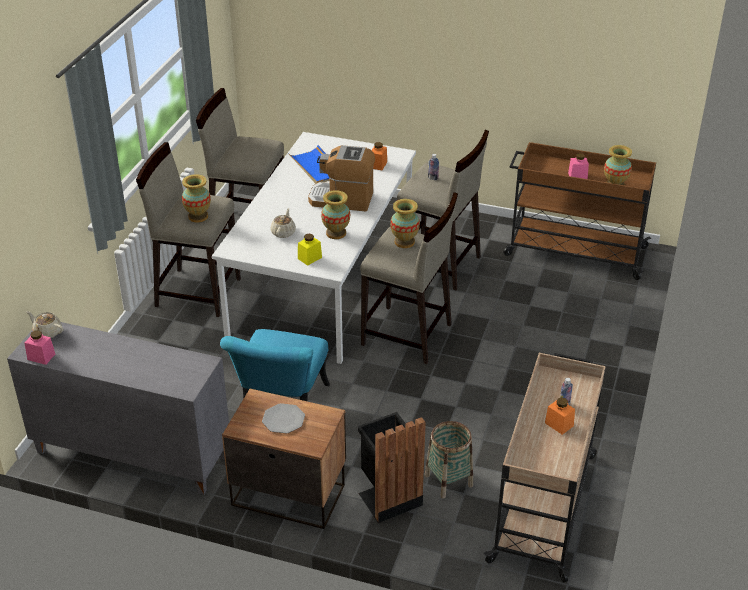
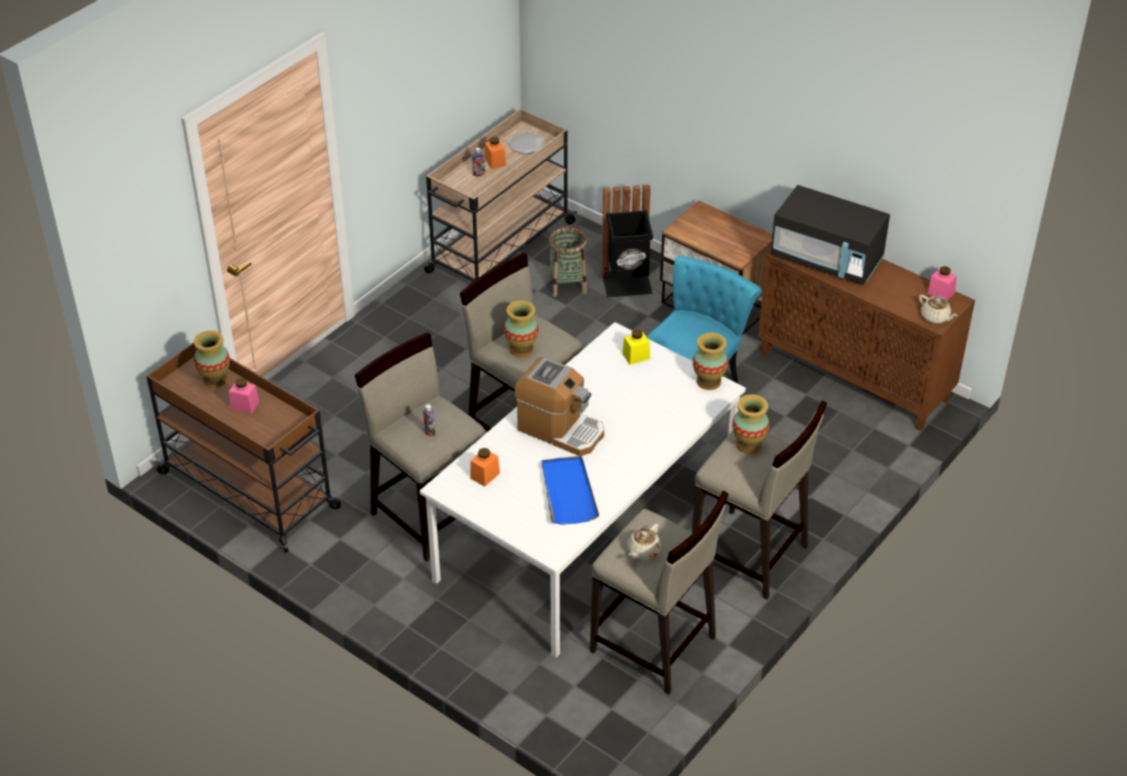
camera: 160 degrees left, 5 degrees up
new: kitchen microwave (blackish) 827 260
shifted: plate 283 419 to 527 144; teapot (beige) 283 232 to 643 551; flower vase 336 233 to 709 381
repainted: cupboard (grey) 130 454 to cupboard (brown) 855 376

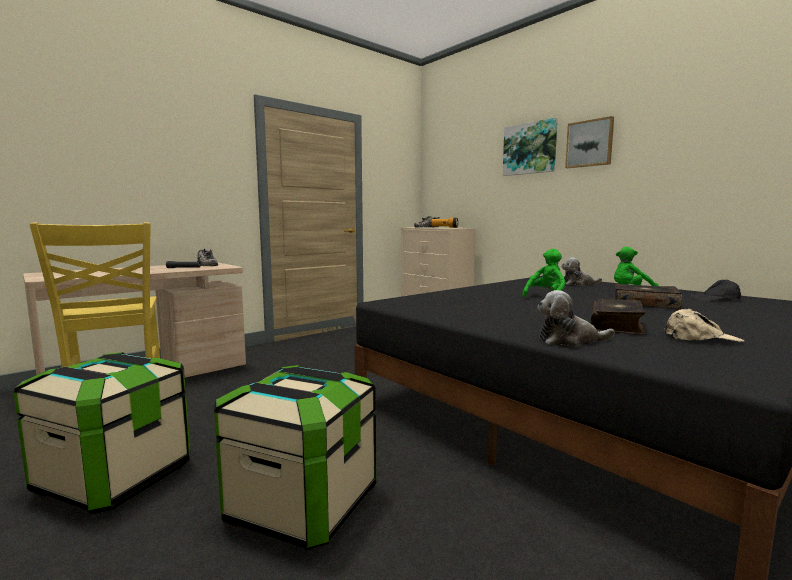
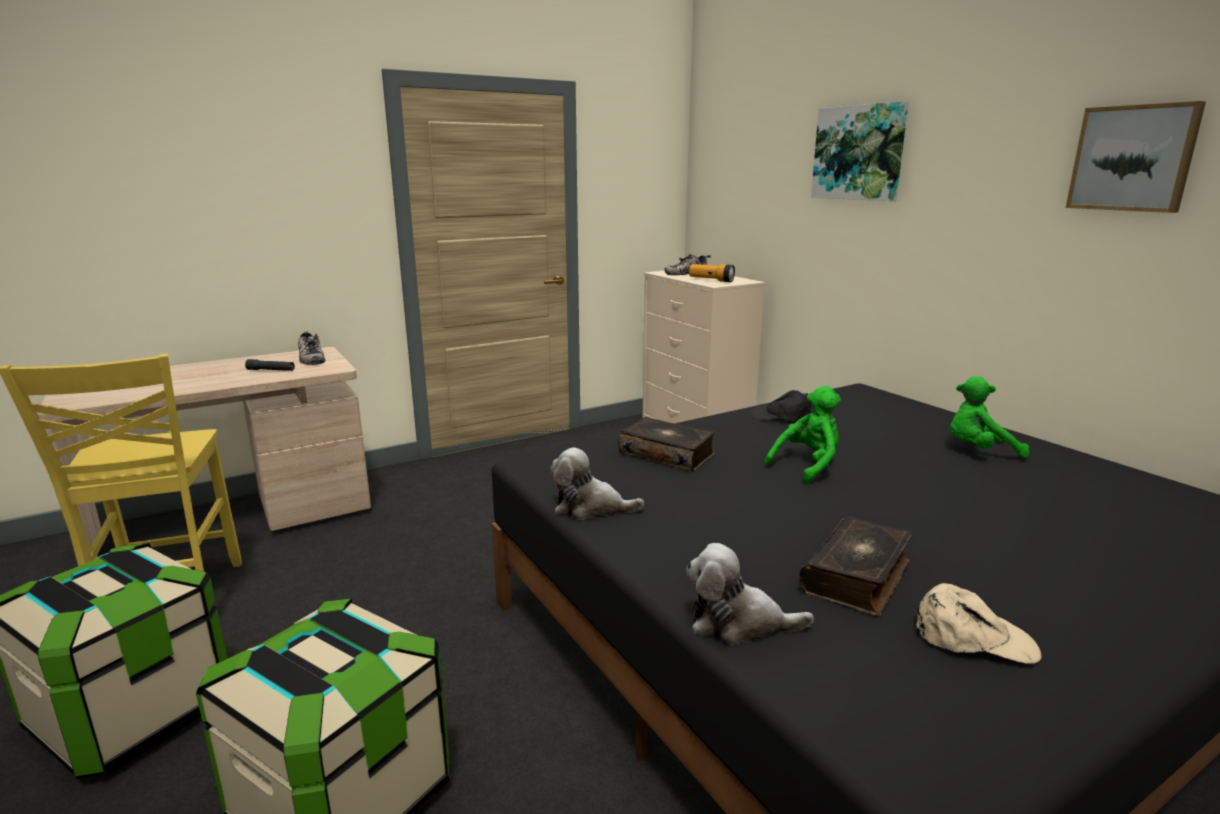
camera: 10 degrees right, 10 degrees up
shifted: cuddly toy 578 284 to 590 508; wall picture 590 143 to 1133 158; volume 644 304 to 667 454; cap (blackish) 715 299 to 781 416

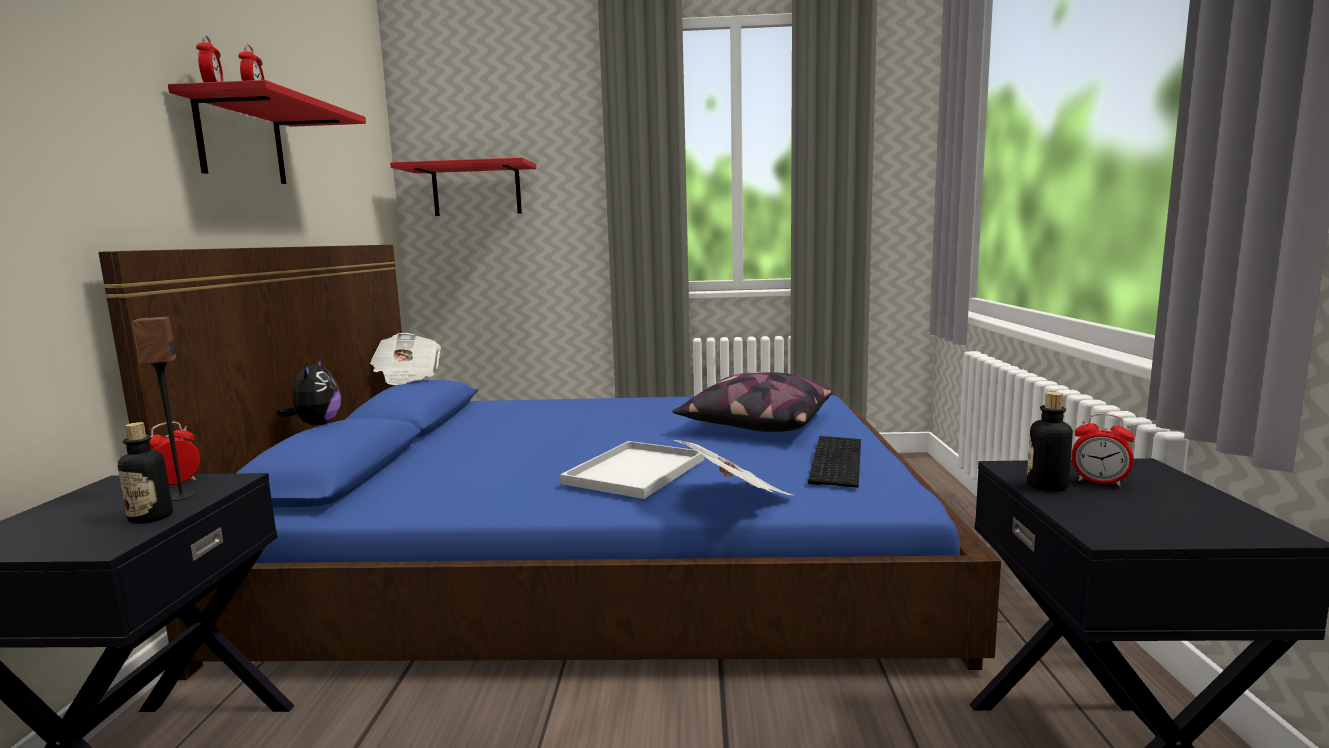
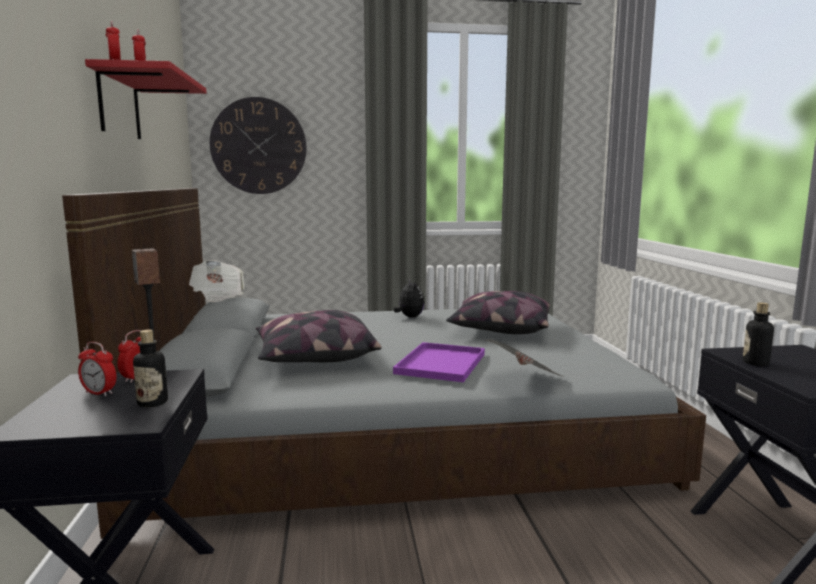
camera: 10 degrees left, 0 degrees up
gone: computer keyboard 833 460
new: throw pillow 314 358
shifted: cuddly toy 316 424 to 409 317; bedside clock 1099 482 to 99 393
swapped: shelf (reddish) 476 190 to clock on the wall 258 146
repainted: bed (blue) 606 548 to bed (grey) 393 424; serving tray (whitish) 635 470 to serving tray (purplish) 440 363

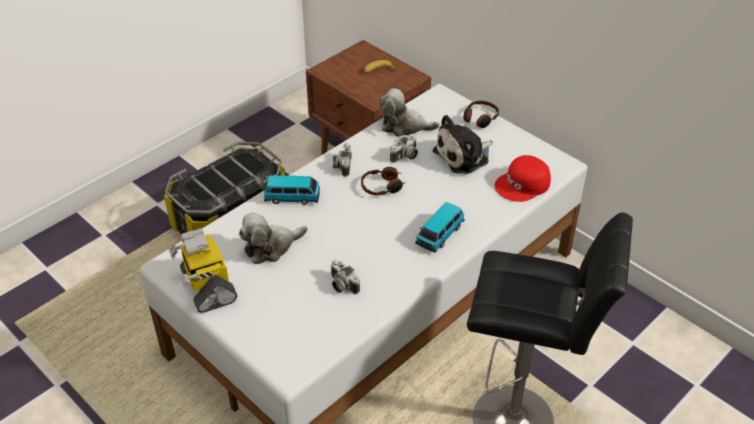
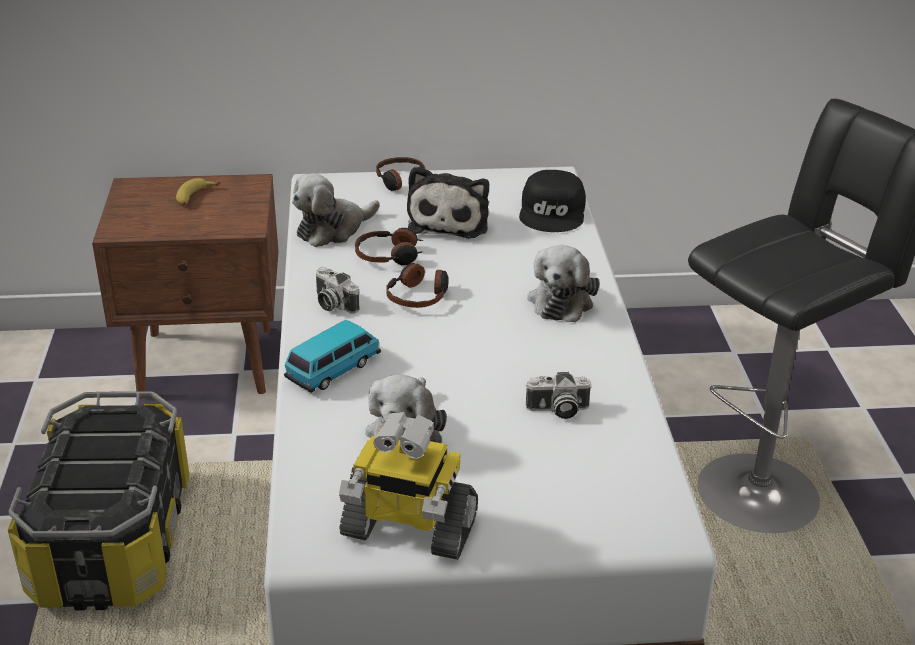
camera: 50 degrees left, 10 degrees down
swapped: still camera 405 157 to headset 389 256; model car 439 235 to cuddly toy 562 300
repainted: cap (reddish) 523 185 to cap (blackish) 553 212

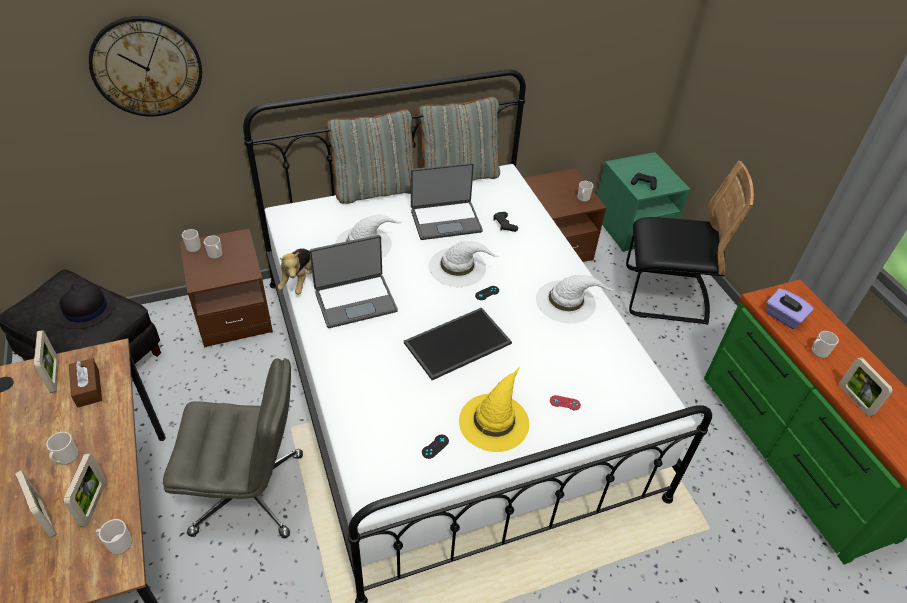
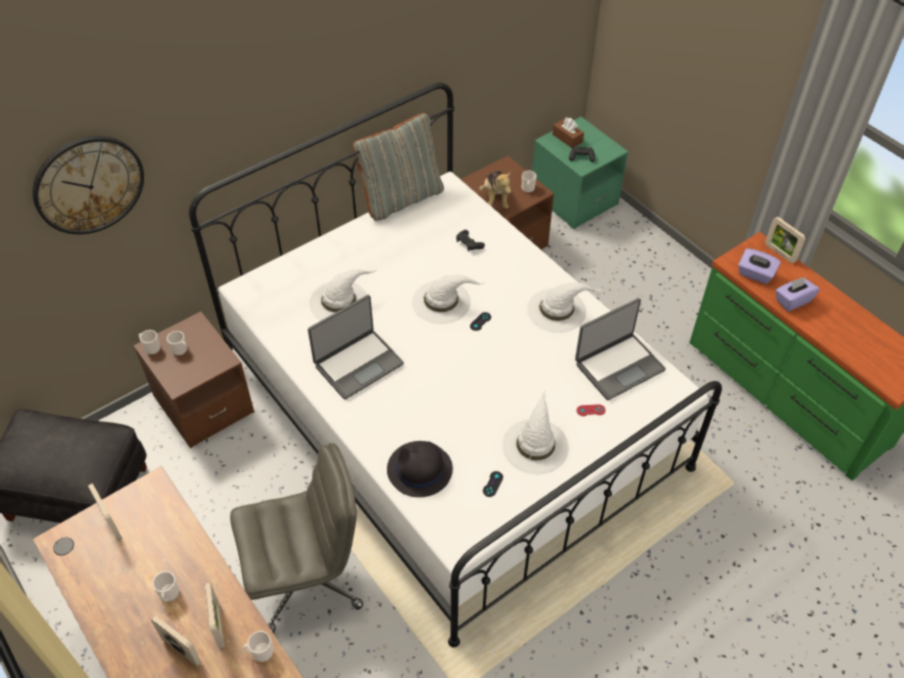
camera: 15 degrees left, 5 degrees up
gone: throw pillow (grey) 375 189; serving tray 457 344; upright chair (blackish) 664 296
shifted: hat (blackish) 85 309 to 419 470; box of tissues (brown) 88 388 to 567 138; cuddly toy 299 280 to 495 198; laptop 445 220 to 618 366; standing frame 855 400 to 780 253
swapped: tea mug 818 352 to box of tissues (purplish) 792 301
repainted: hat (yellowish) 494 421 to hat (whitish) 535 445

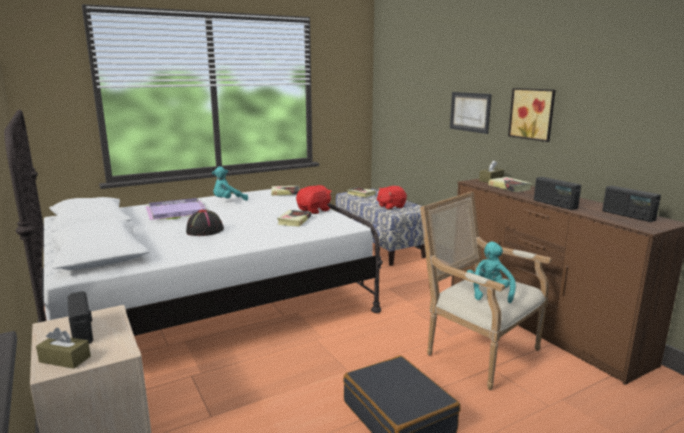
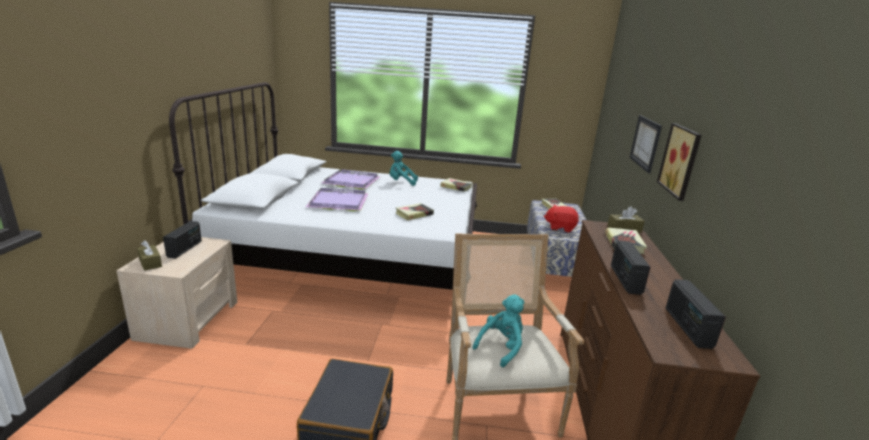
camera: 35 degrees right, 5 degrees up
gone: cuddly toy (reddish) 314 210
swapped: hat (blackish) 205 230 to serving tray (purplish) 339 202

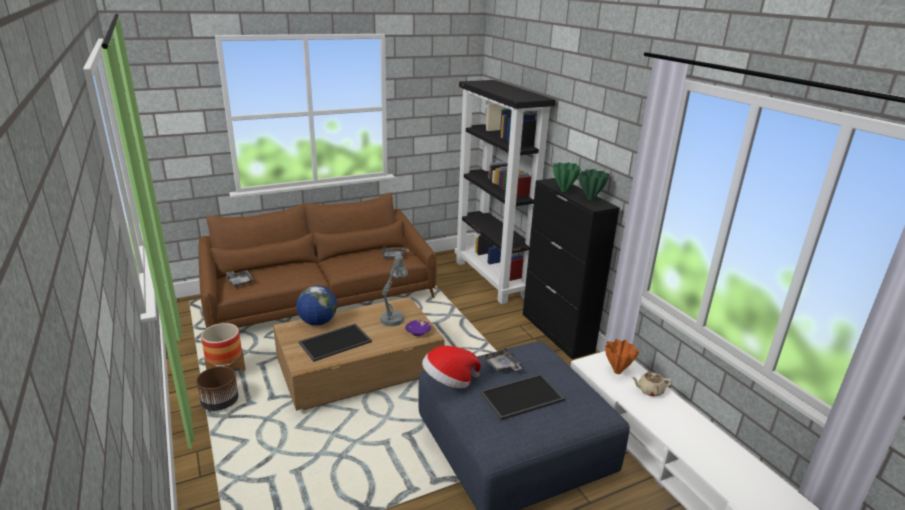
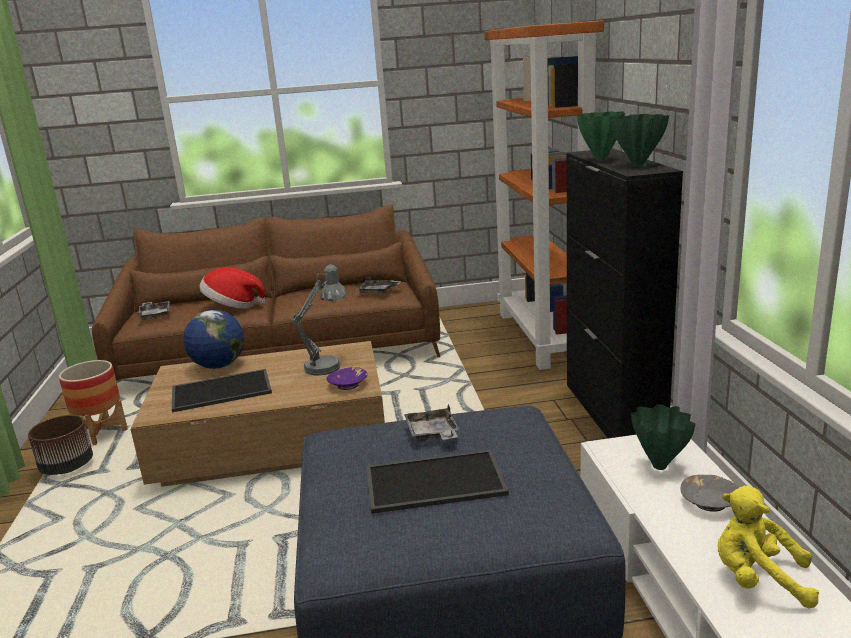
camera: 20 degrees right, 5 degrees down
new: cuddly toy (yellowish) 758 579
shifted: hat 449 381 to 232 307
swapped: teapot (beige) 649 390 to deep dish (grey) 710 502
repainted: bookcase (blackish) 492 279 to bookcase (orange-coloured) 543 337; flower vase (orange-coloured) 617 371 to flower vase (green-coloured) 660 465

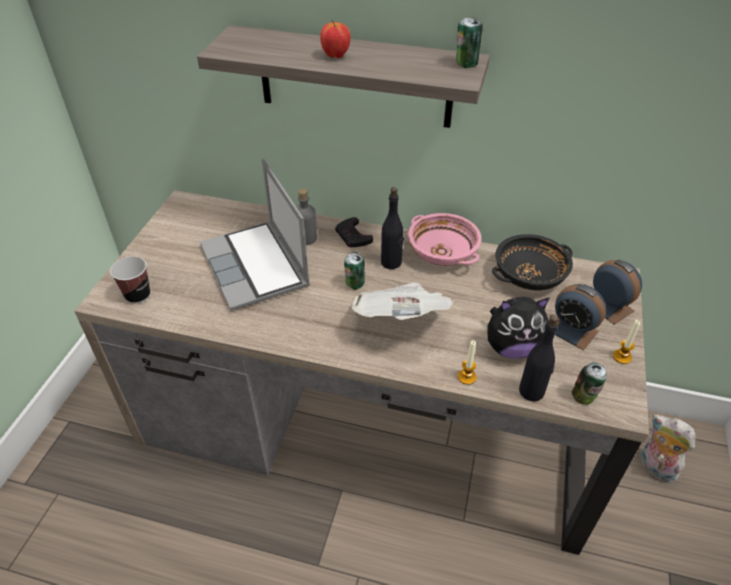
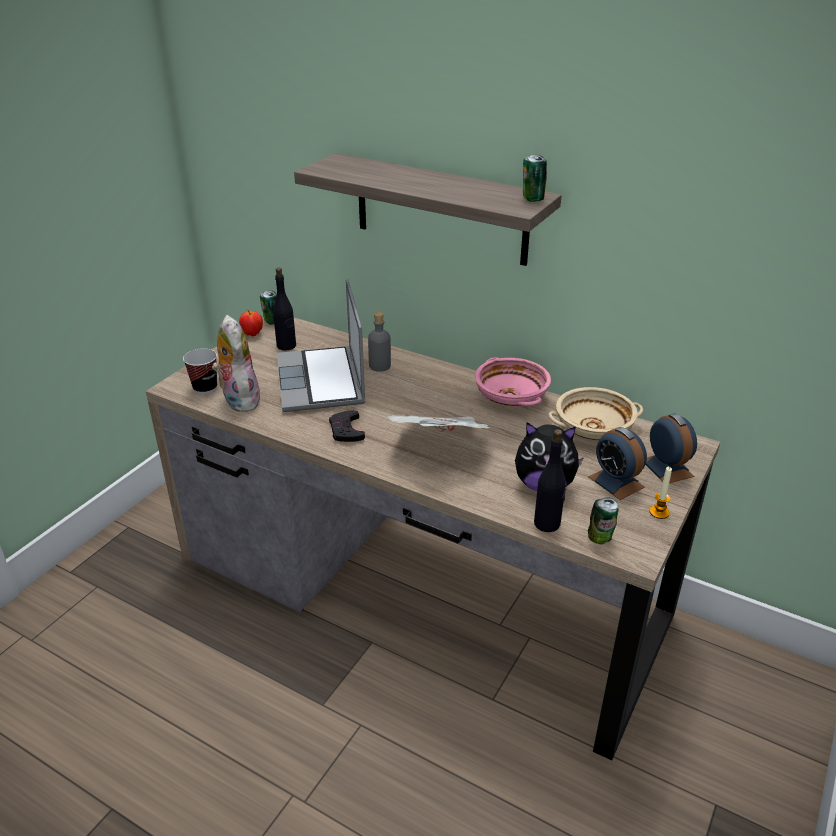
camera: 15 degrees right, 10 degrees down
gone: wax light 466 377
shifted: whole apple 336 56 to 252 334; game controller (blackish) 353 236 to 346 430; can 354 284 to 271 321; drink bottle (blackish) 391 262 to 286 346; cuddly toy 654 467 to 238 399
repainted: deep dish (blackish) 529 276 to deep dish (beige) 593 430

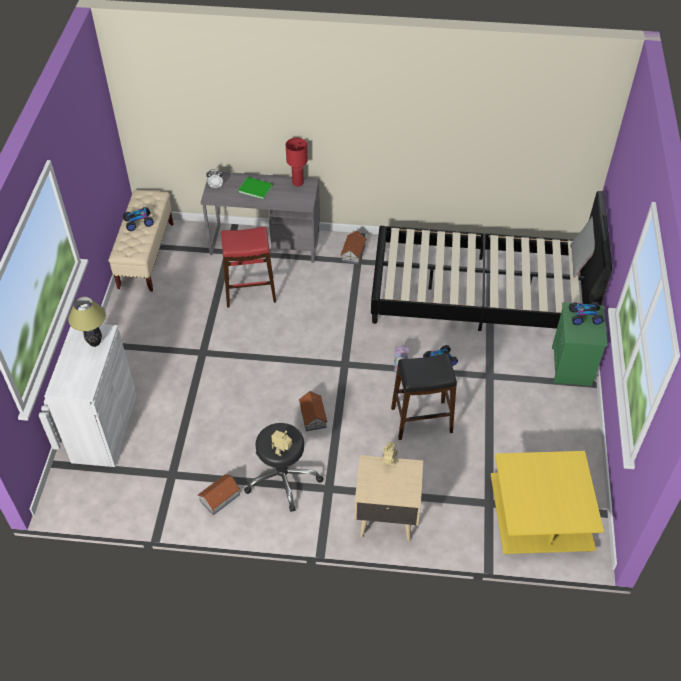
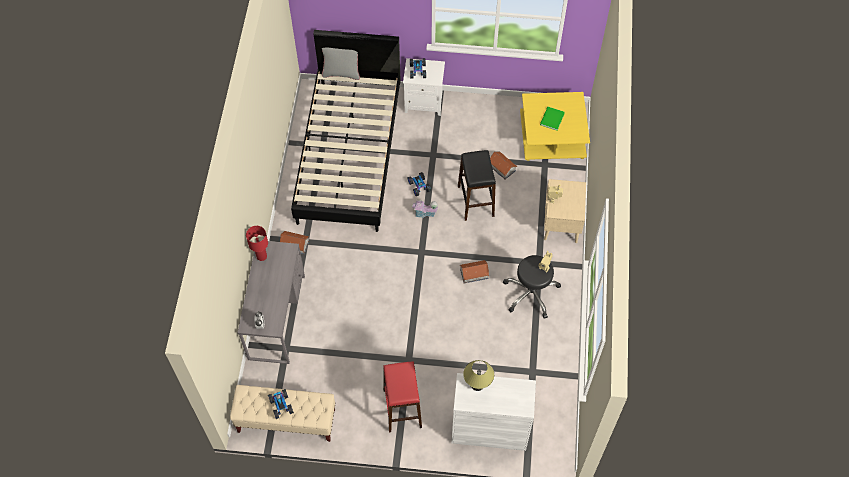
camera: 90 degrees left, 10 degrees up
shifted: model house 219 497 to 502 168; stool seat (reddish) 250 292 to 402 408; volume (green-coloured) 255 188 to 551 119
repainted: night table (green-coloured) 572 367 to night table (whitish) 424 102

